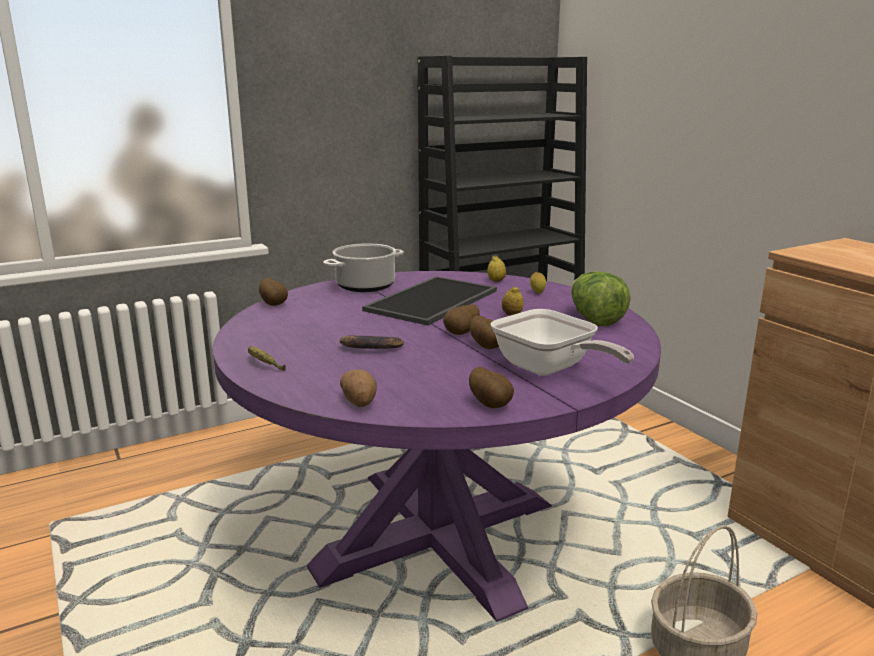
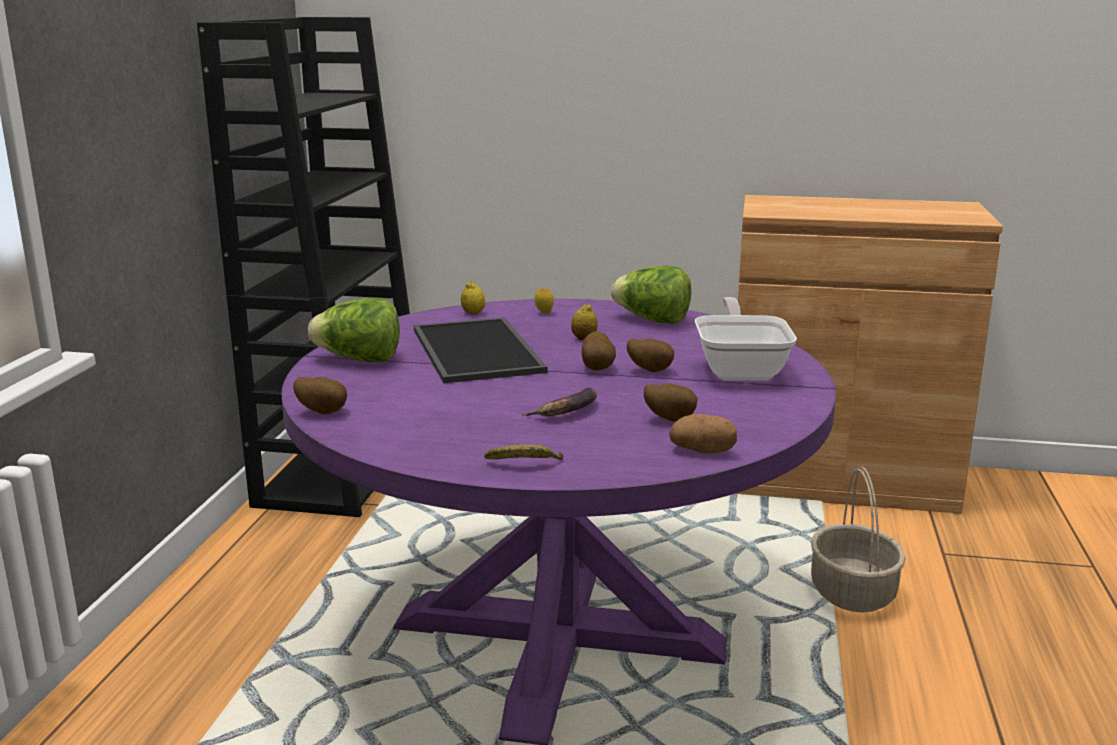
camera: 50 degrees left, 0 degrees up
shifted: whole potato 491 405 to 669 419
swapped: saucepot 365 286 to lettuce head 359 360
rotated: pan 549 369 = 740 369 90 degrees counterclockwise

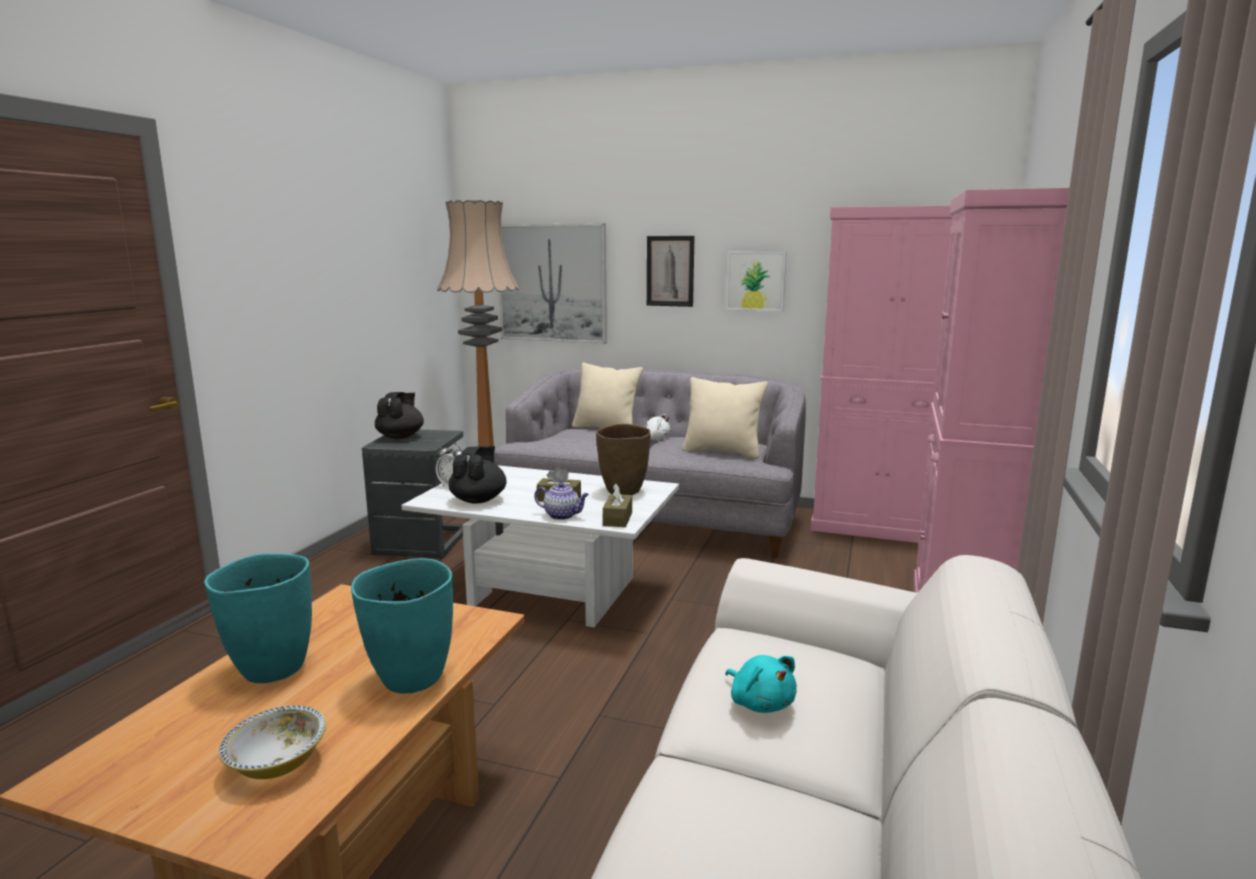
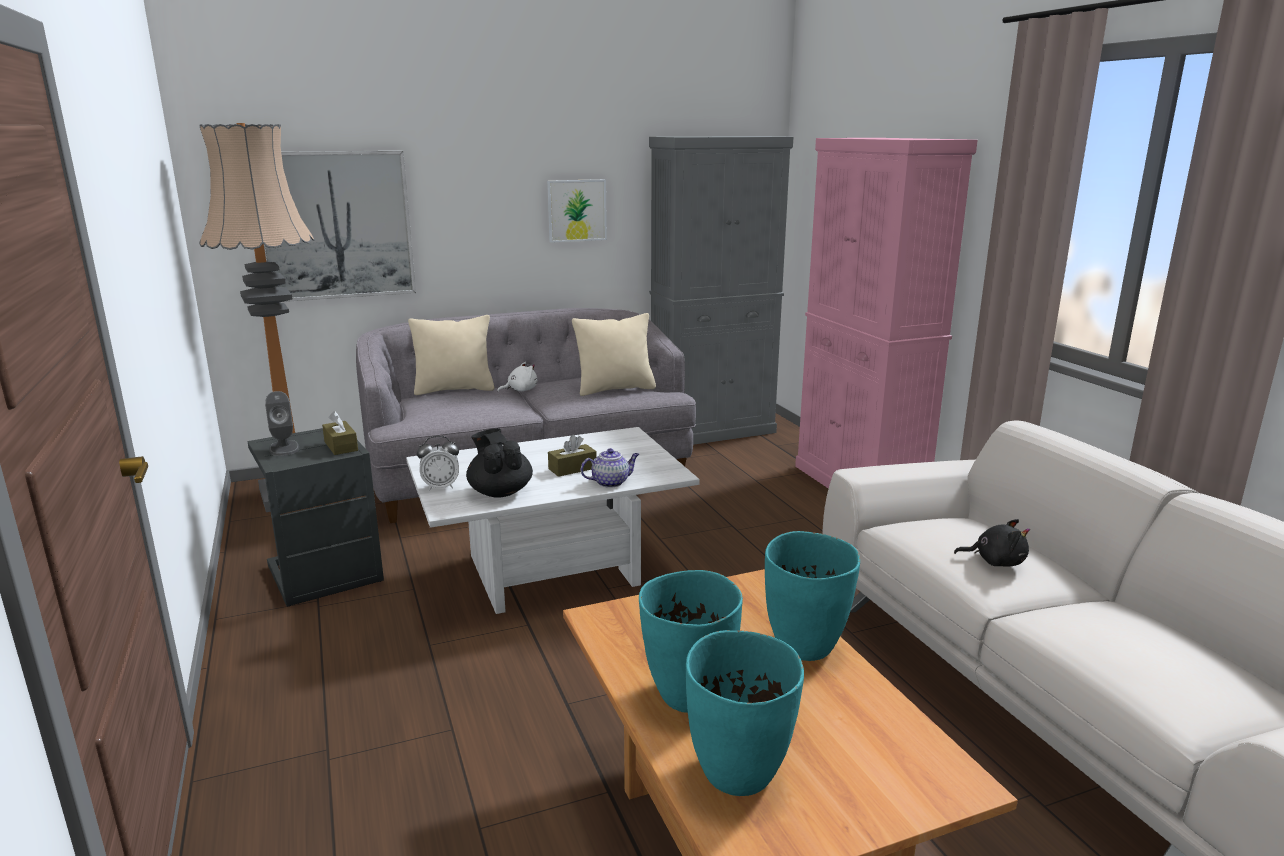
camera: 40 degrees left, 5 degrees up
gone: deep dish 277 764; flower vase (brown) 623 491; wall picture 670 271
new: flower vase (blue-green) 739 774
shifted: box of tissues (brown) 617 519 to 341 446
swapped: teapot (blackish) 401 436 to audio speaker (grey) 284 448
repainted: cuddly toy (blue-green) 760 703 to cuddly toy (blackish) 995 561; cupboard (pink-coloured) 878 527 to cupboard (grey) 712 431

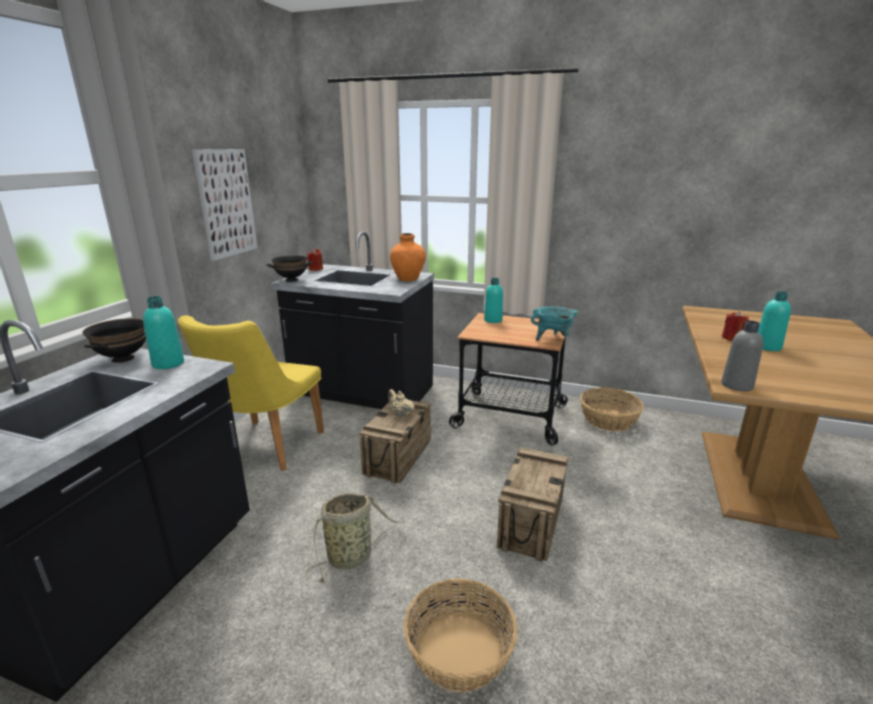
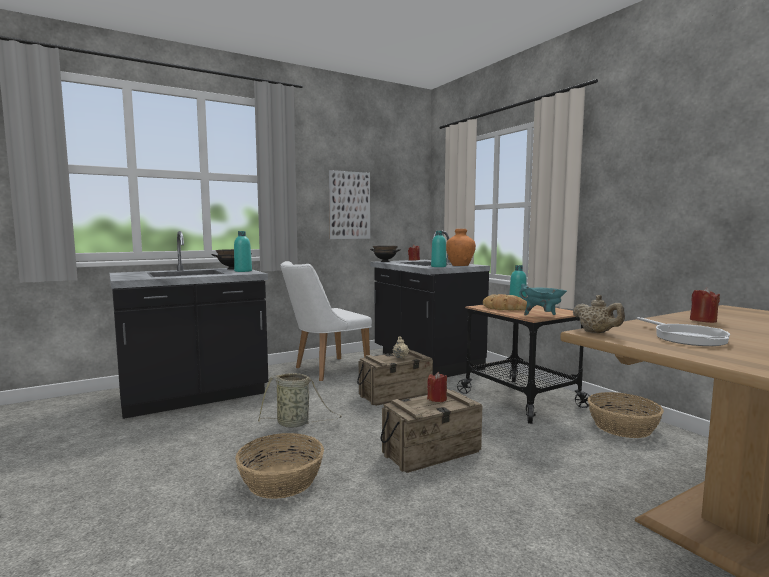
camera: 40 degrees right, 15 degrees down
new: wax light (reddish) 437 399; bakery bread 504 308; pan 686 338
shifted: drink bottle (blue-green) 767 347 to 438 266
swapped: drink bottle (grey) 737 385 to teapot (beige) 597 333
repainted: upright chair (yellowish) 264 450 to upright chair (whitish) 325 370

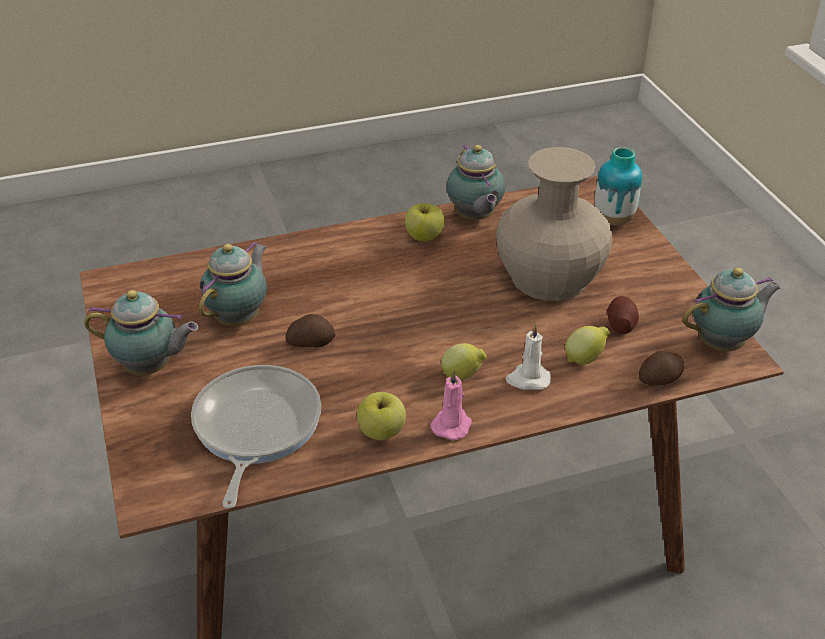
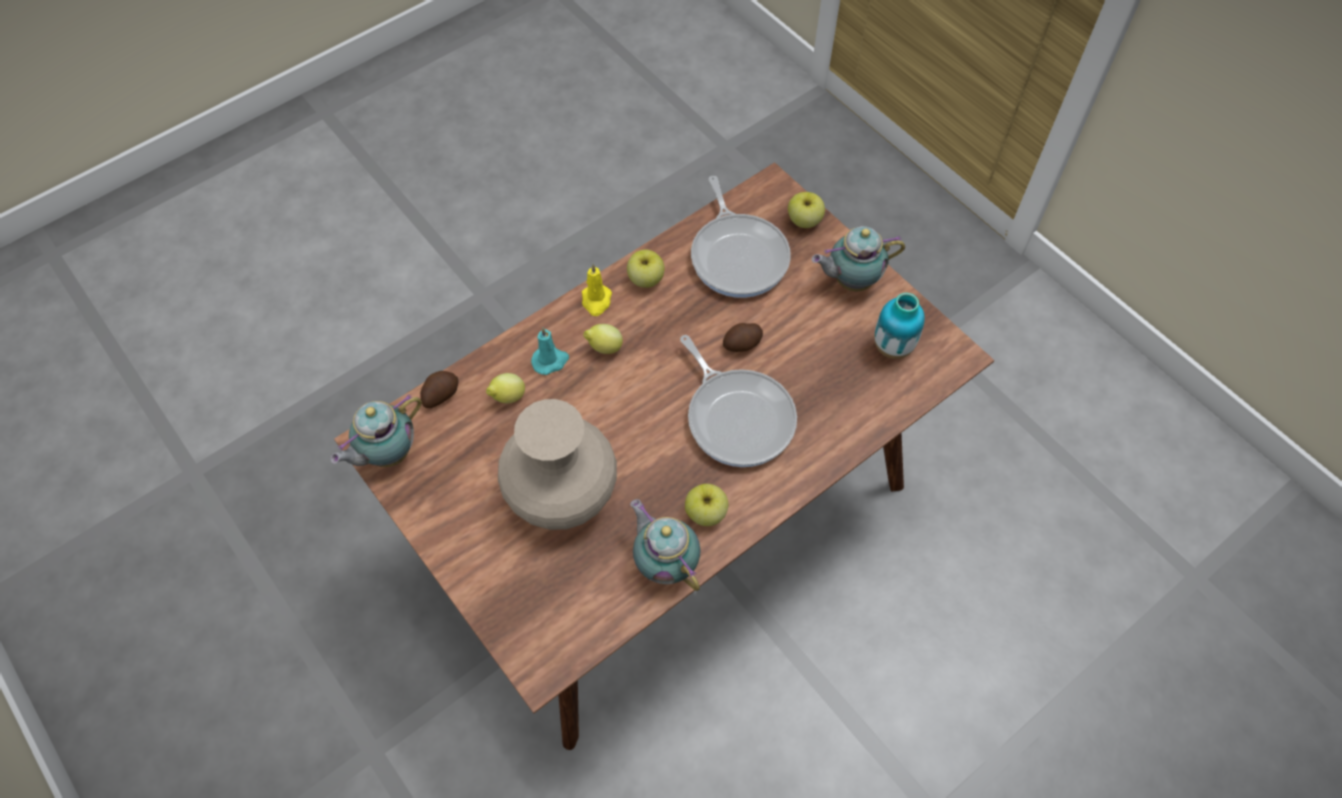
camera: 160 degrees right, 20 degrees up
gone: teapot 240 317; whole potato 620 324
new: pan 738 417; whole apple 804 221
shifted: flower vase 613 220 to 892 347
repainted: wax light (pink-coloured) 452 424 to wax light (yellowish) 596 301; wax light (whitish) 527 379 to wax light (blue-green) 550 361

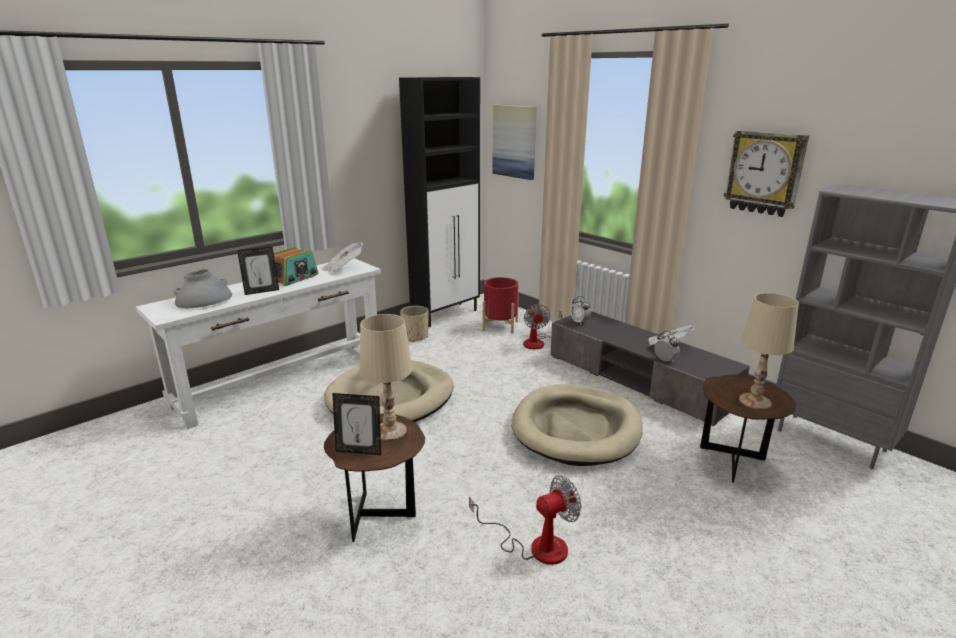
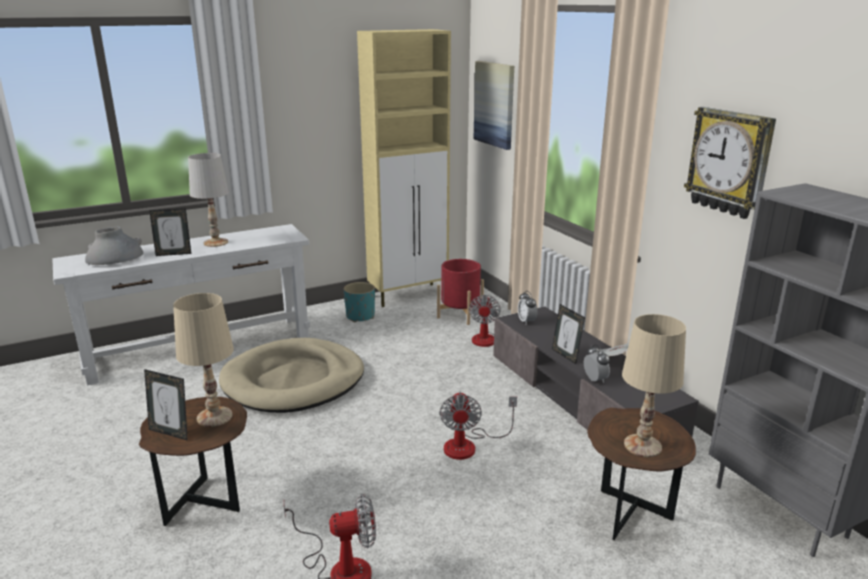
camera: 15 degrees right, 0 degrees up
gone: newspaper 343 268
new: standing frame 565 355
swapped: radio 294 278 to table lamp (whitish) 216 242; dog cushion (beige) 576 428 to electric fan 469 445
repainted: cupboard (blackish) 446 314 to cupboard (beige) 409 295; flower pot (beige) 415 336 to flower pot (blue-green) 360 316

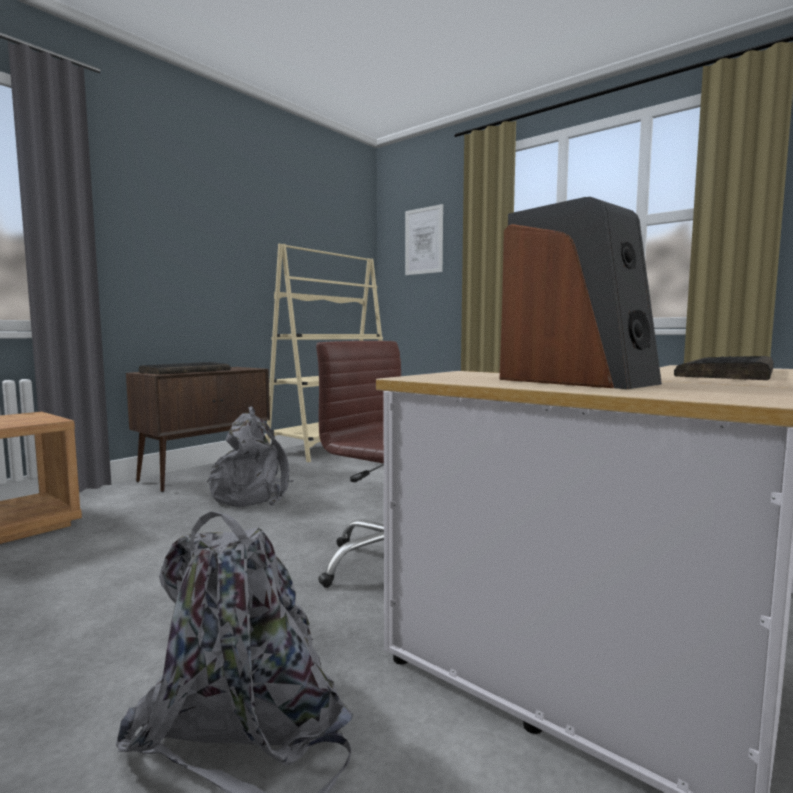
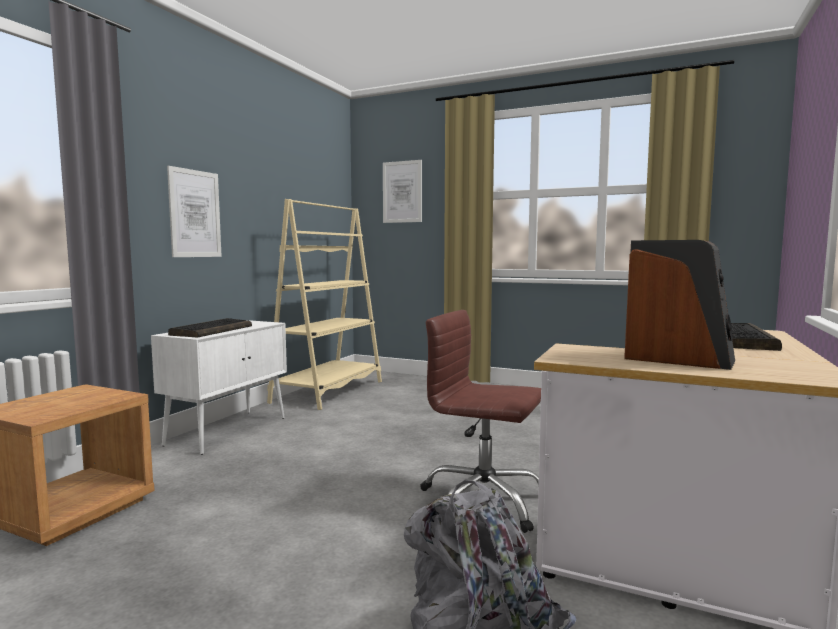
camera: 15 degrees left, 0 degrees up
gone: knapsack (grey) 253 494
new: wall picture 195 214
repainted: cupboard (brown) 206 474 to cupboard (whitish) 228 430

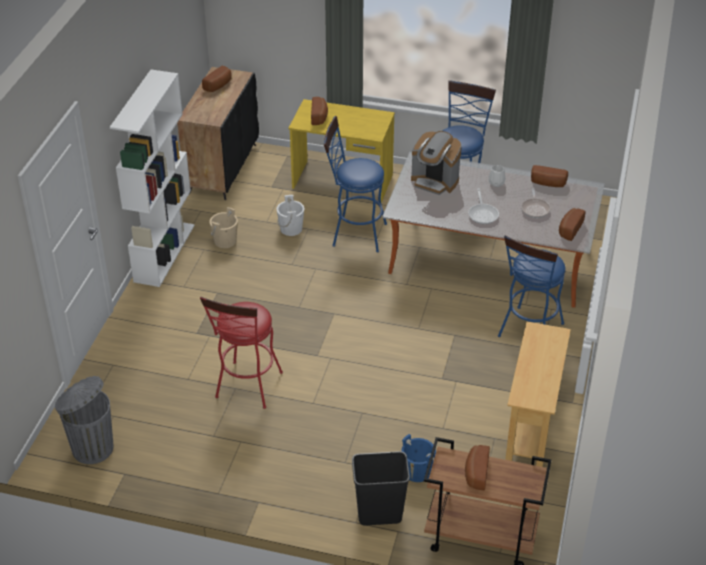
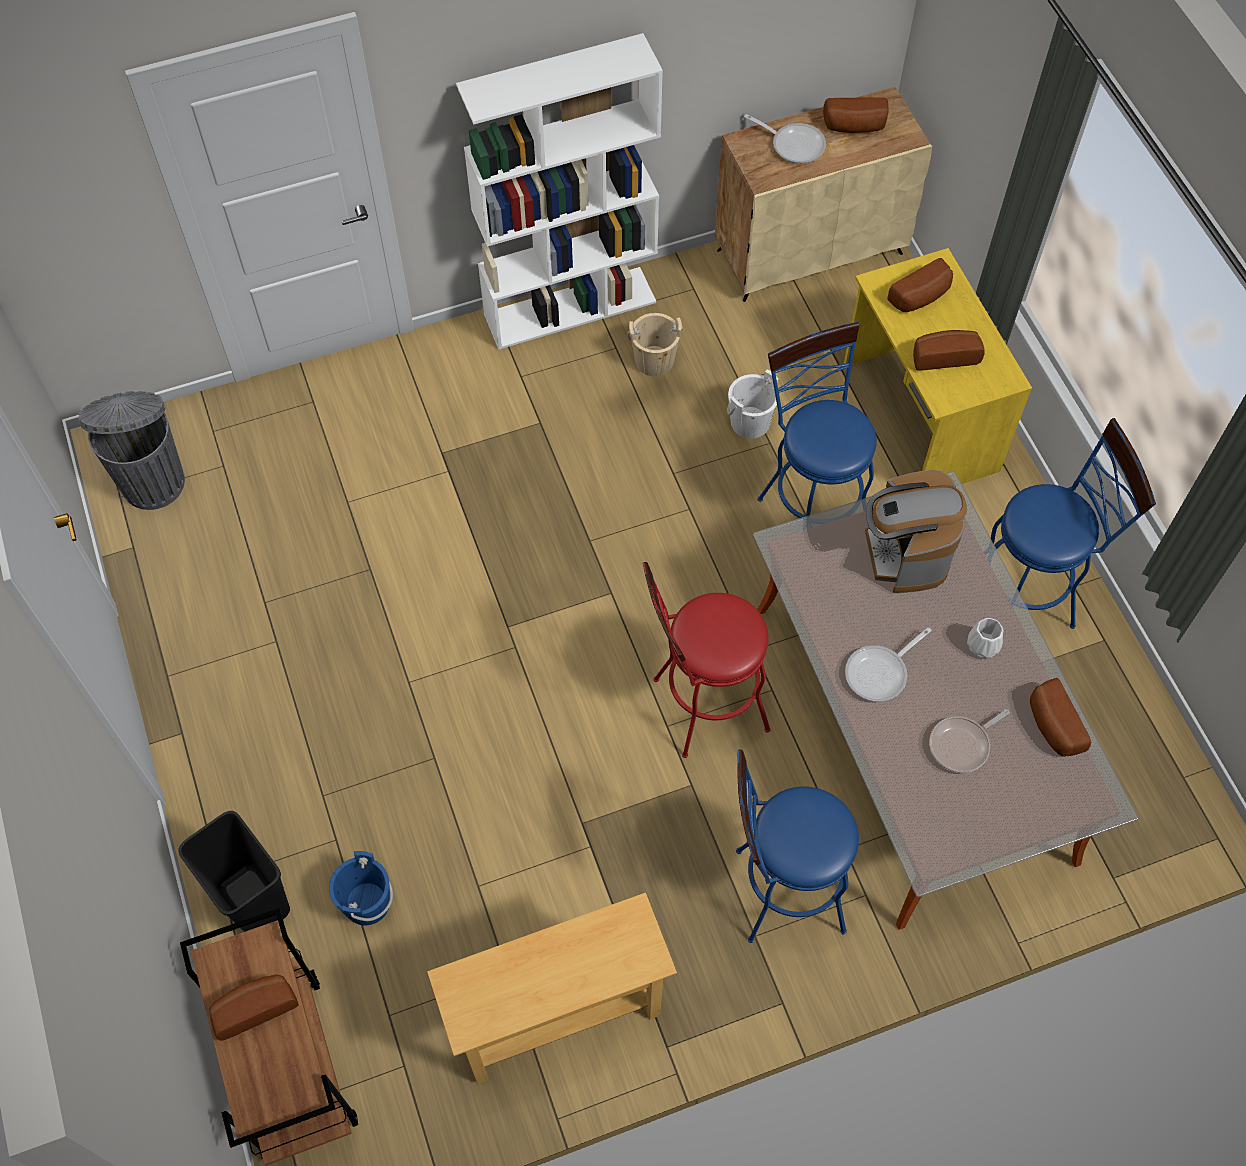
camera: 55 degrees right, 20 degrees up
new: pan 794 144
shifted: stool seat (reddish) 247 389 to 701 708; bakery bread 569 229 to 944 356
repainted: cupboard (blackish) 222 168 to cupboard (beige) 810 251

